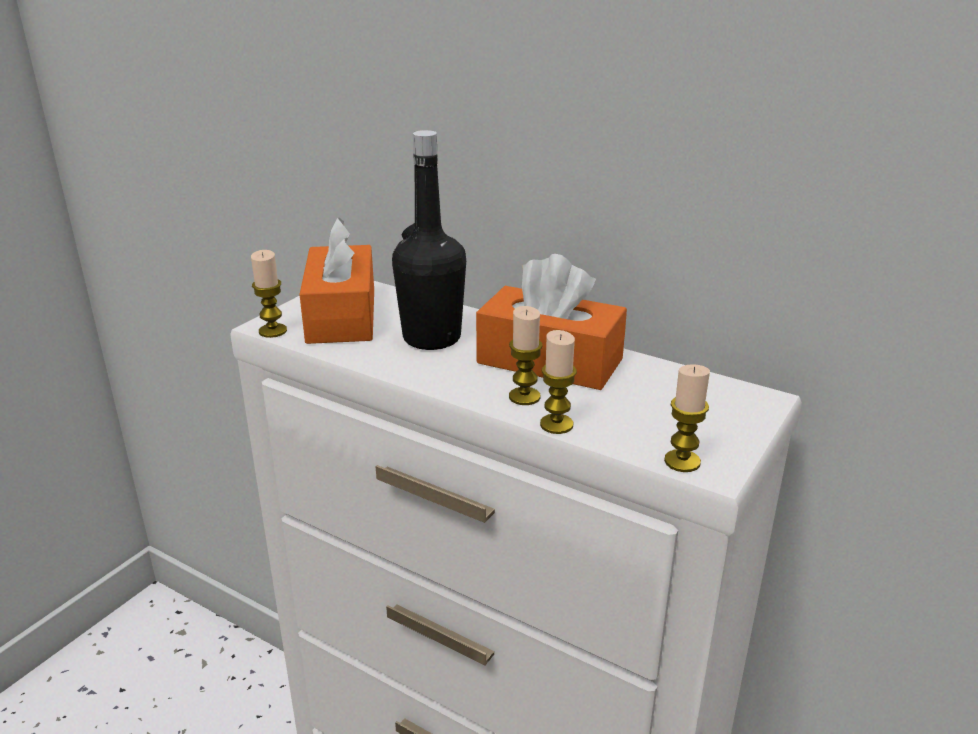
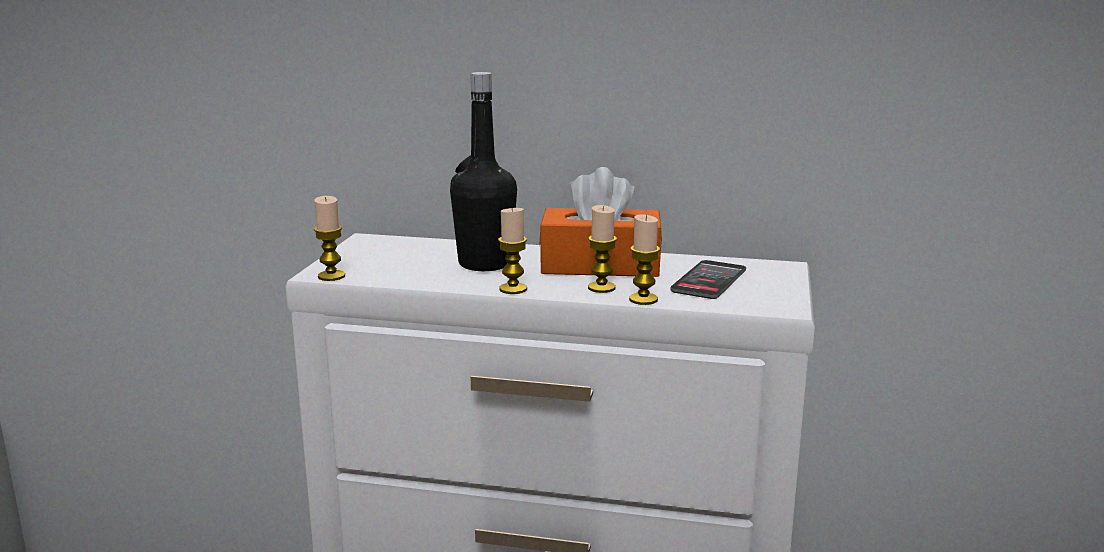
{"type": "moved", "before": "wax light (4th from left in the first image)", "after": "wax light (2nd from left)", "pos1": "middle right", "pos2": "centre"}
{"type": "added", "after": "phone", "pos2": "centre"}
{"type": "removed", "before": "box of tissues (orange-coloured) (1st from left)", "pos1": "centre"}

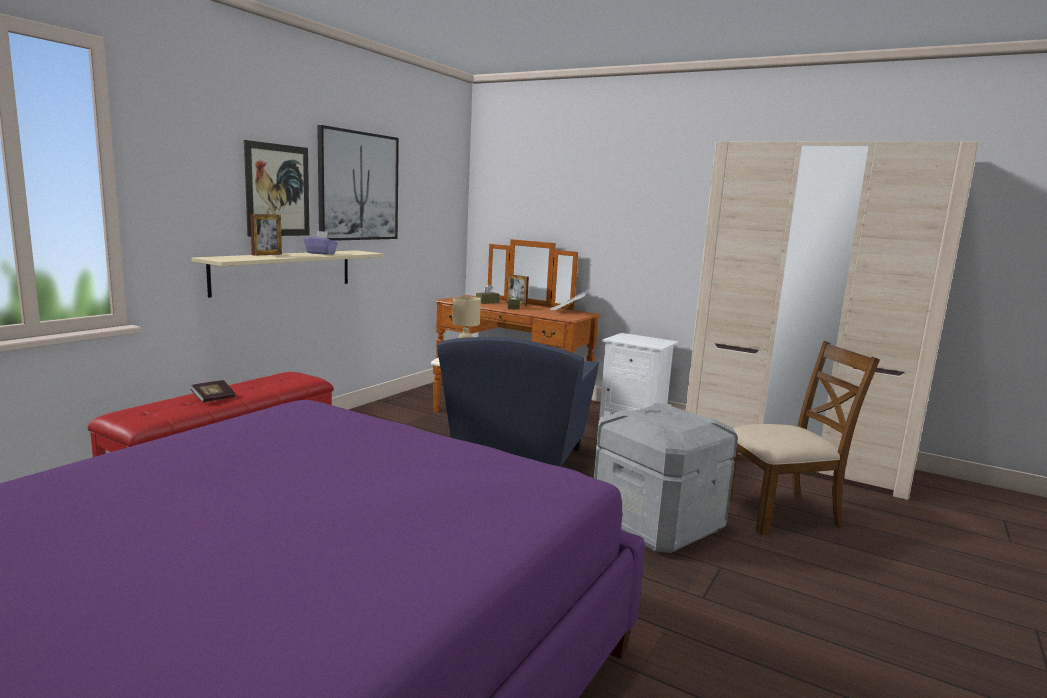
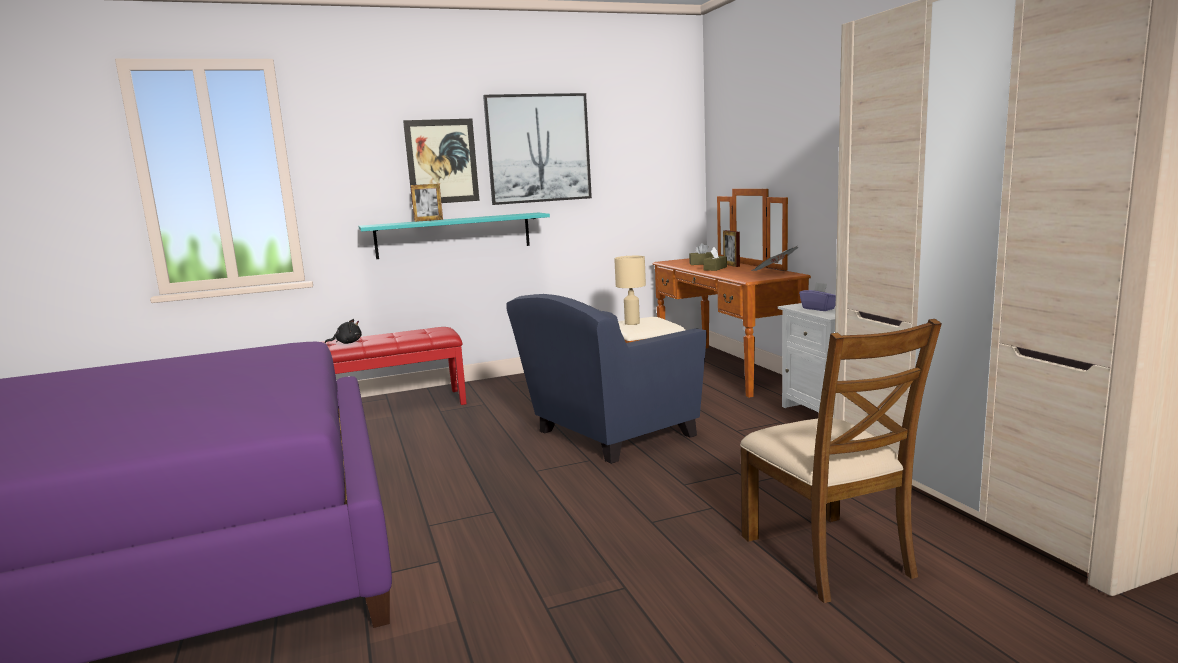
{"type": "replaced", "before": "bound book", "after": "plush toy (black-coloured)", "pos1": "middle left", "pos2": "middle left"}
{"type": "recoloured", "before": "shelf (sand-coloured)", "after": "shelf (turquoise-coloured)", "pos1": "middle left", "pos2": "centre"}
{"type": "turned", "before": "chair (brown-coloured)", "pos1": "middle right", "pos2": "bottom right", "turn": 45}
{"type": "moved", "before": "box of tissues (purplish)", "pos1": "middle left", "pos2": "middle right"}
{"type": "removed", "before": "storage container (grey)", "pos1": "bottom centre"}

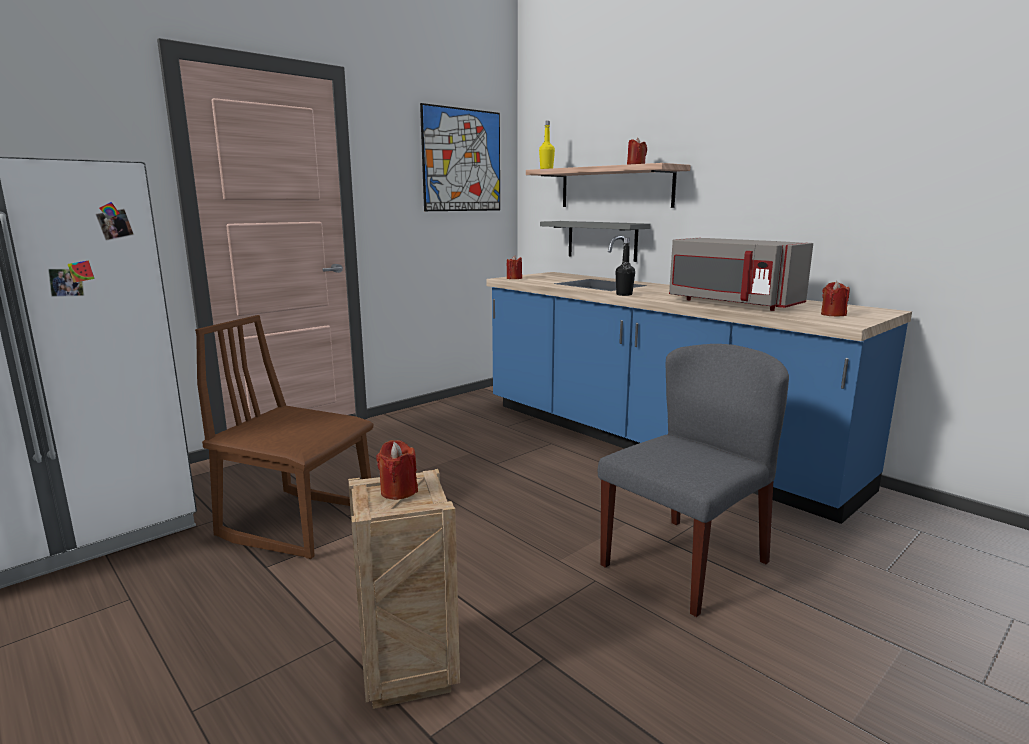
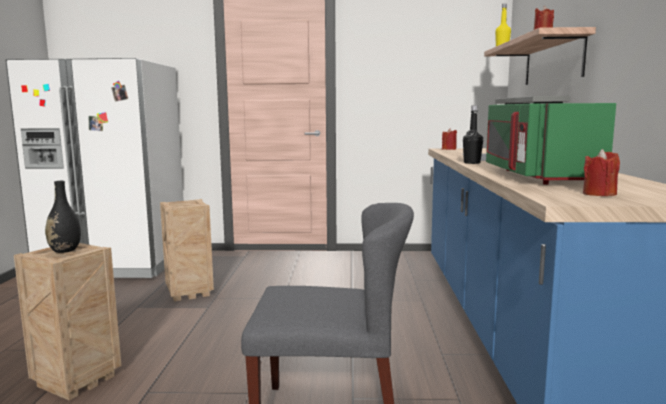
{"type": "replaced", "before": "wax light (reddish) (1st from left)", "after": "decorative vase (black-coloured)", "pos1": "centre", "pos2": "middle left"}
{"type": "replaced", "before": "chair (brown-coloured)", "after": "shipping crate (2nd from left)", "pos1": "middle left", "pos2": "middle left"}
{"type": "recoloured", "before": "microwave (grey)", "after": "microwave (green-coloured)", "pos1": "middle right", "pos2": "middle right"}
{"type": "removed", "before": "wall picture", "pos1": "top centre"}

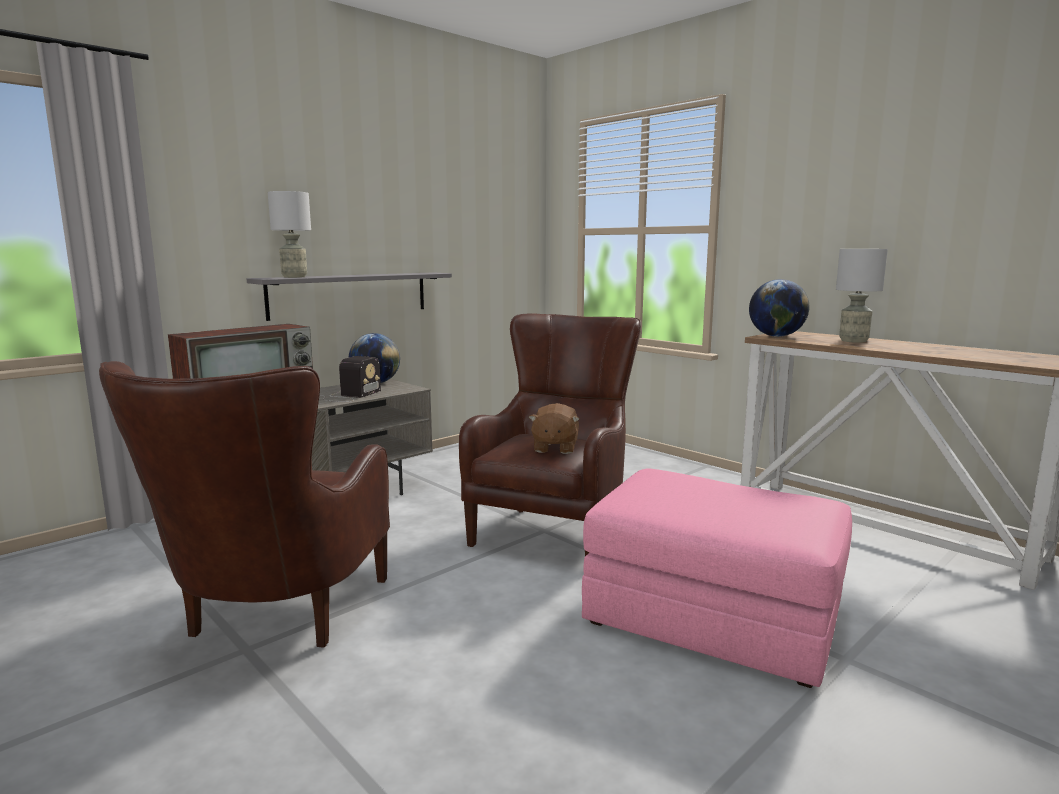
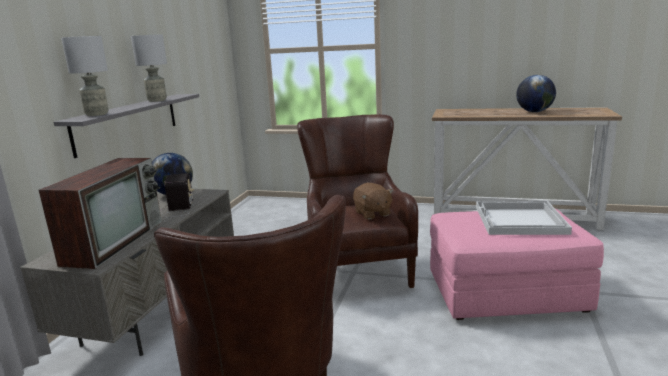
{"type": "moved", "before": "tabletop lamp (grey) (2nd from left)", "pos1": "middle right", "pos2": "top left"}
{"type": "added", "after": "tray (white)", "pos2": "middle right"}
{"type": "moved", "before": "globe (2nd from left)", "pos1": "middle right", "pos2": "top right"}

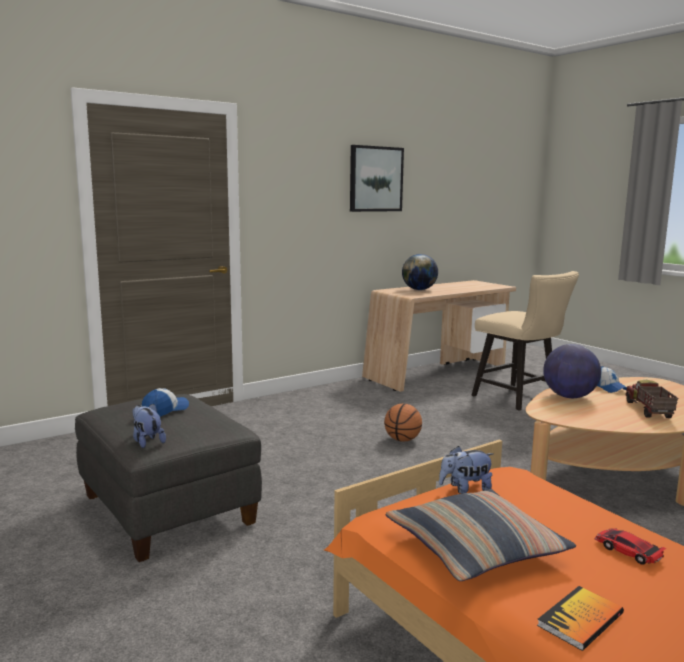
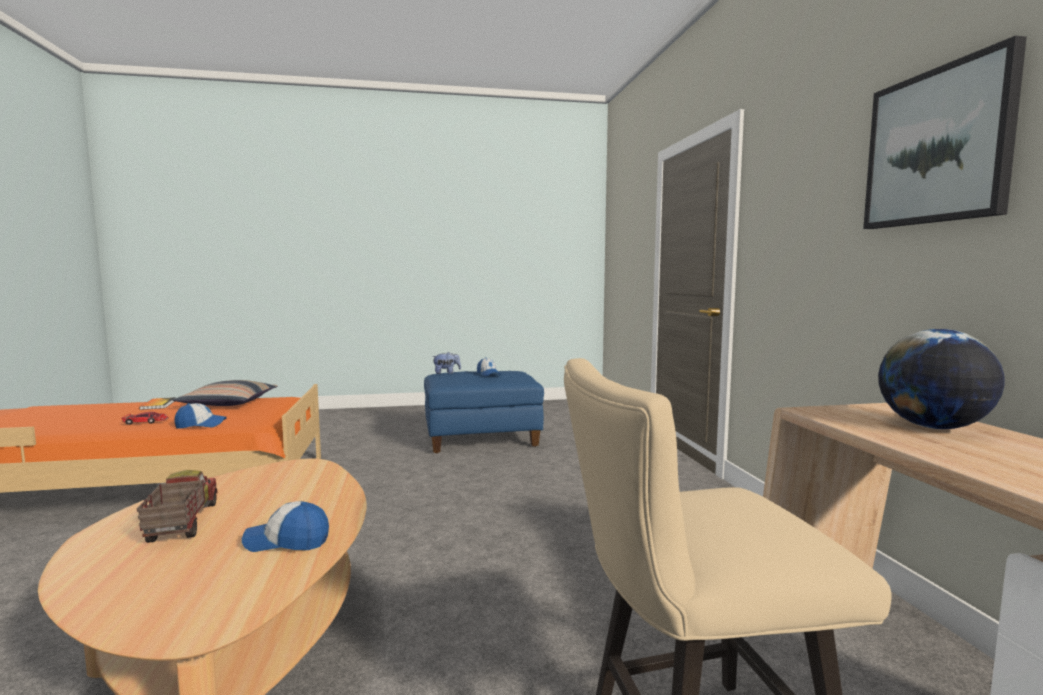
{"type": "turned", "before": "toy truck", "pos1": "middle right", "pos2": "bottom left", "turn": -135}
{"type": "added", "after": "peaked cap (1st from left)", "pos2": "middle left"}
{"type": "recoloured", "before": "ottoman (grey)", "after": "ottoman (blue)", "pos1": "bottom left", "pos2": "centre"}
{"type": "removed", "before": "basketball", "pos1": "centre"}
{"type": "removed", "before": "plush toy (2nd from left)", "pos1": "bottom right"}
{"type": "removed", "before": "globe (2nd from left)", "pos1": "middle right"}

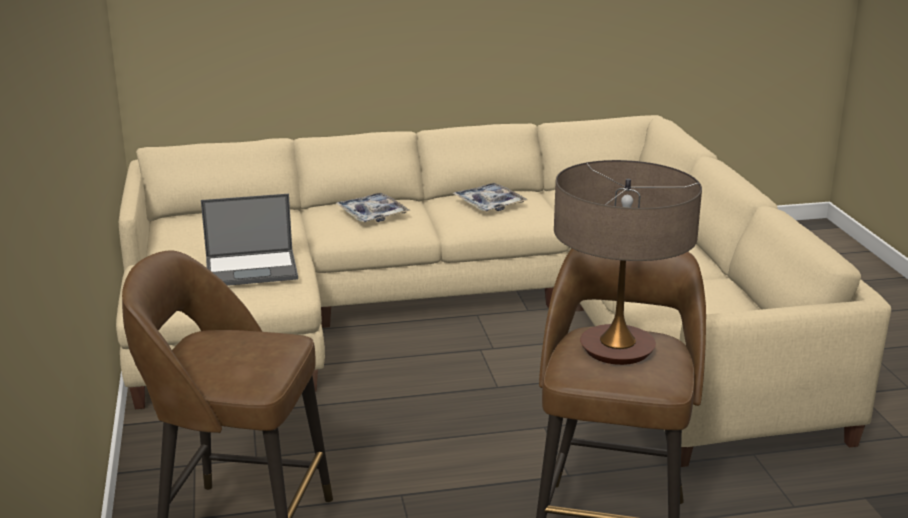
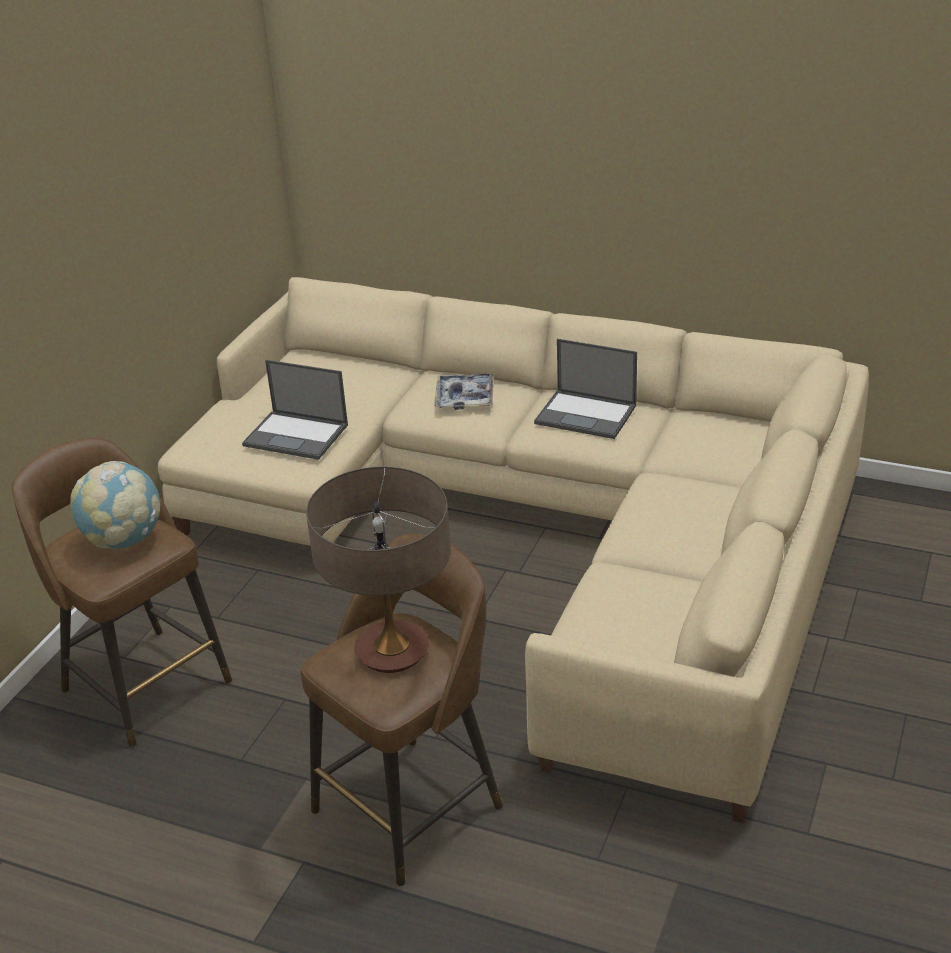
{"type": "added", "after": "globe", "pos2": "middle left"}
{"type": "replaced", "before": "tray (2nd from left)", "after": "portable computer (2nd from left)", "pos1": "centre", "pos2": "centre"}

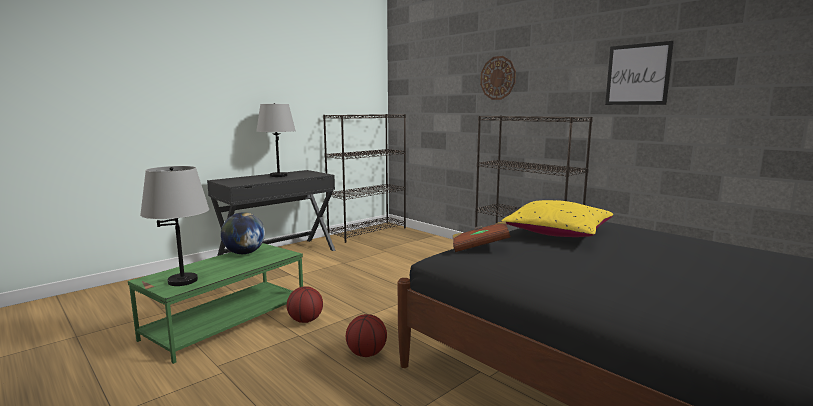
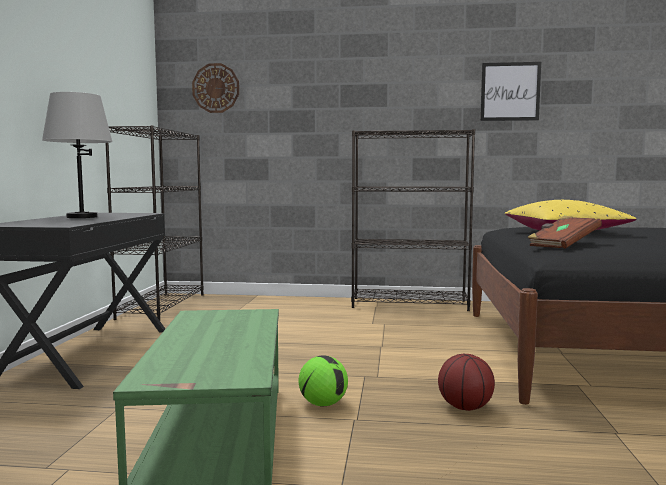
{"type": "moved", "before": "clock on the wall", "pos1": "top centre", "pos2": "top left"}
{"type": "replaced", "before": "basketball (1st from left)", "after": "ball for football", "pos1": "bottom centre", "pos2": "bottom centre"}
{"type": "removed", "before": "tabletop lamp (grey) (1st from left)", "pos1": "middle left"}
{"type": "removed", "before": "globe", "pos1": "middle left"}

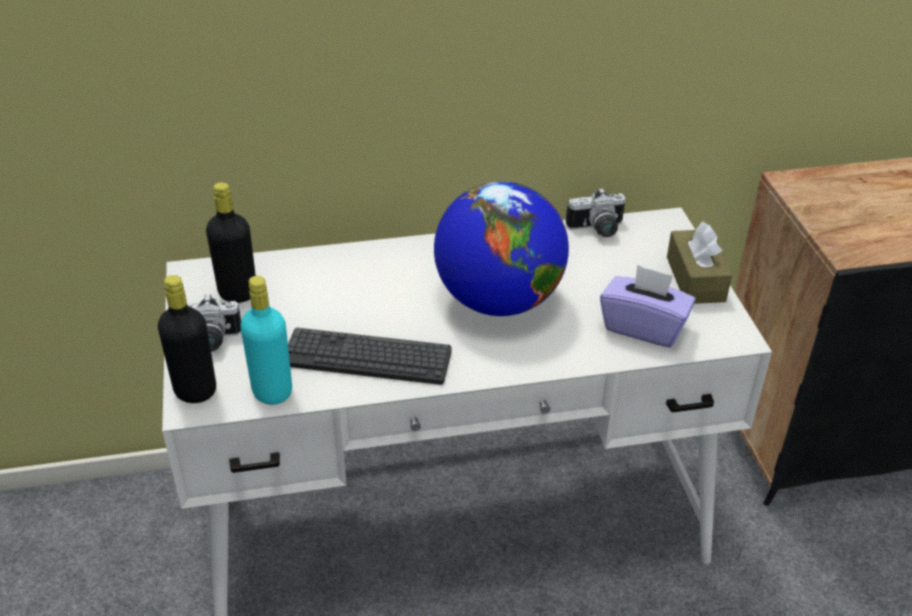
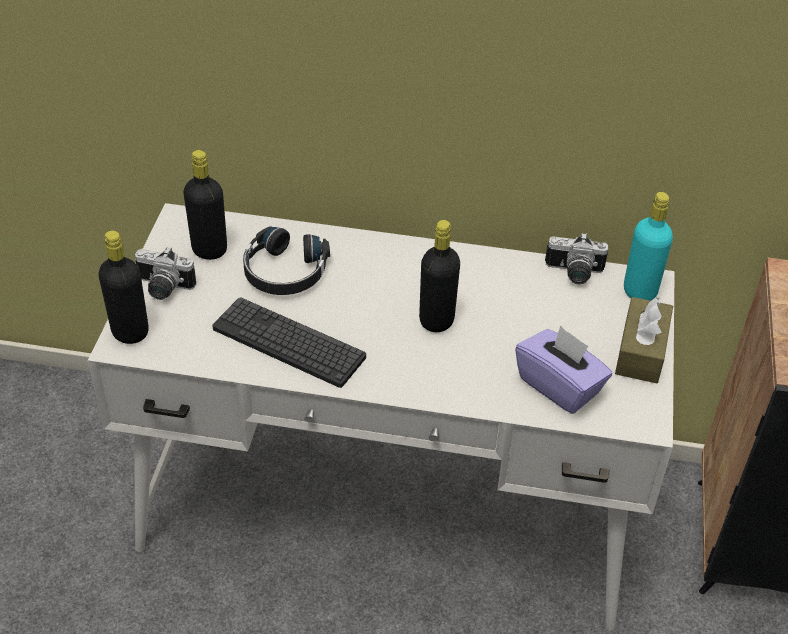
{"type": "added", "after": "headset (black-coloured)", "pos2": "centre"}
{"type": "replaced", "before": "globe", "after": "beverage bottle (black-coloured) (3rd from left)", "pos1": "centre", "pos2": "centre"}
{"type": "moved", "before": "beverage bottle (turquoise-coloured)", "pos1": "middle left", "pos2": "middle right"}

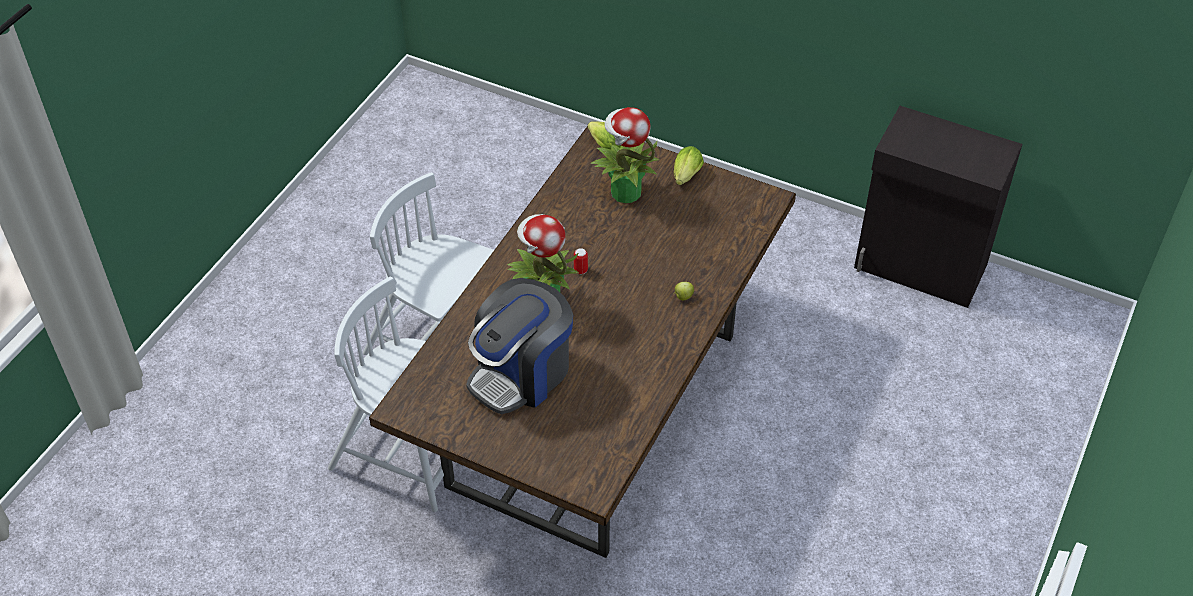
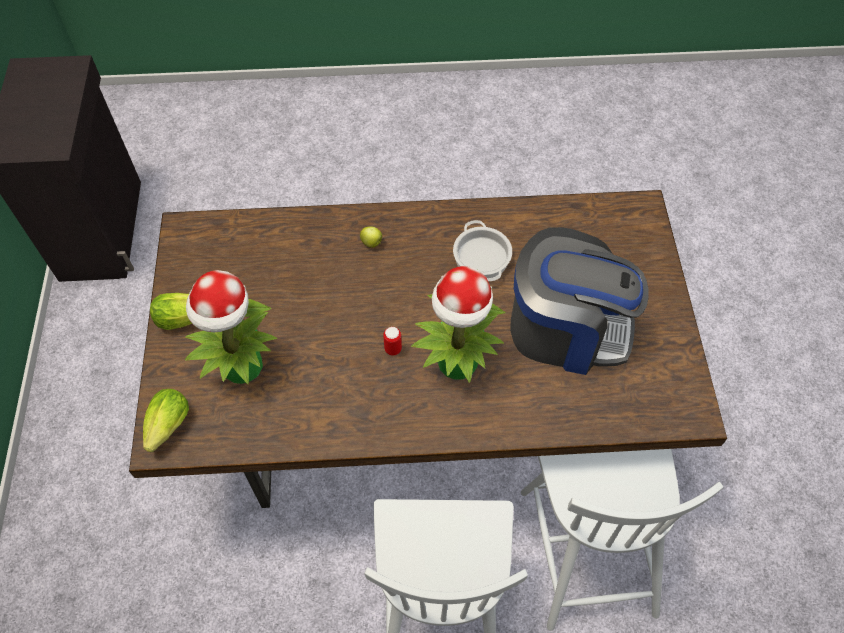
{"type": "added", "after": "saucepot", "pos2": "centre"}

